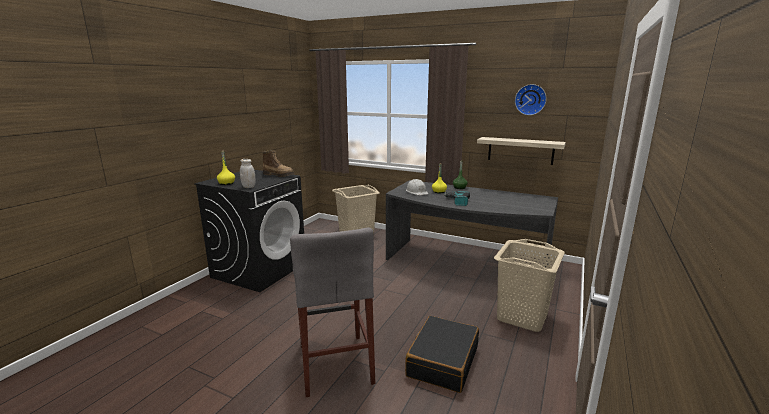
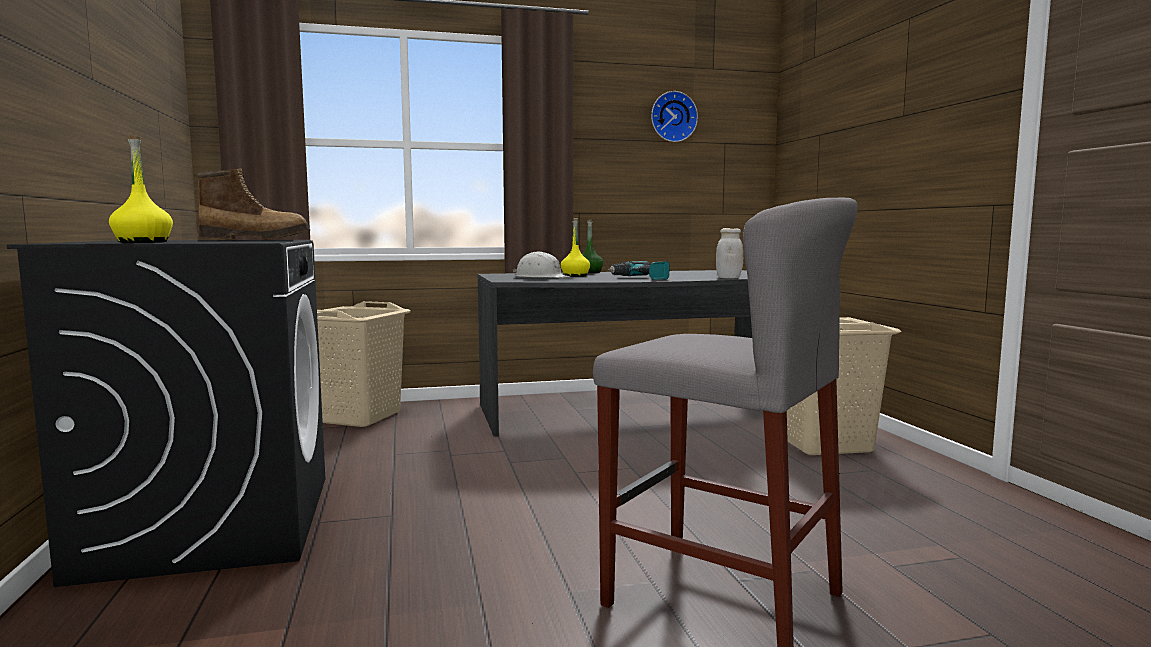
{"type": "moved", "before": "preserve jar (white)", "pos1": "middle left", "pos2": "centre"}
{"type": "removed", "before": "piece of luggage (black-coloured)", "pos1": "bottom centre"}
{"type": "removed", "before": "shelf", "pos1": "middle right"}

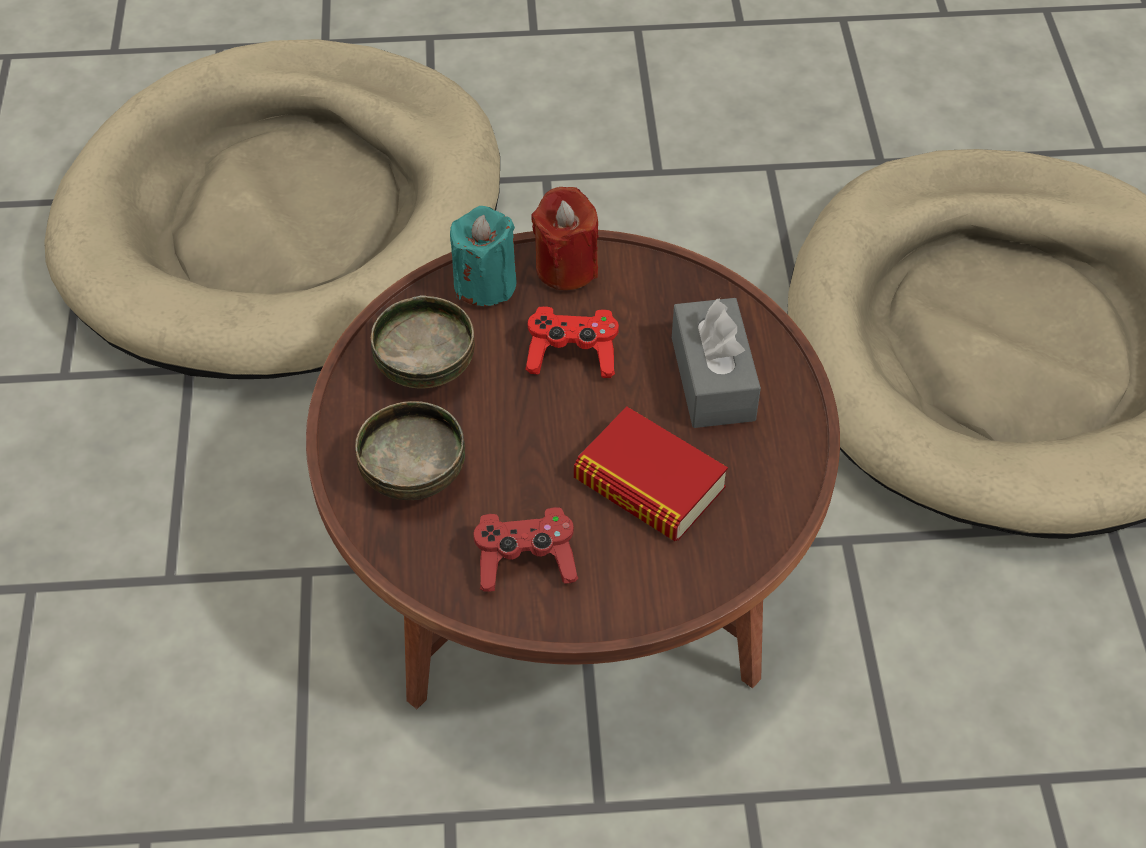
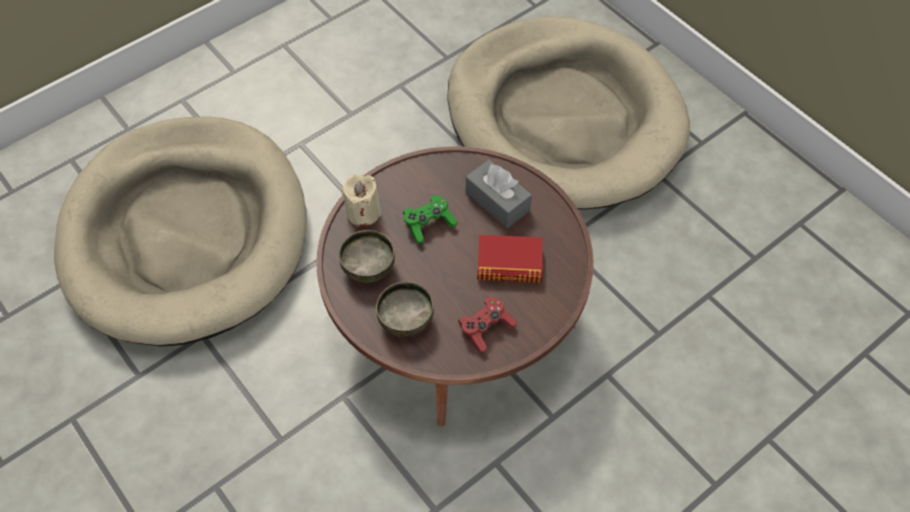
{"type": "recoloured", "before": "wax light (turquoise-coloured)", "after": "wax light (sand-coloured)", "pos1": "top centre", "pos2": "centre"}
{"type": "recoloured", "before": "game controller (reddish) (2nd from left)", "after": "game controller (green-coloured)", "pos1": "centre", "pos2": "centre"}
{"type": "removed", "before": "wax light (reddish)", "pos1": "top centre"}

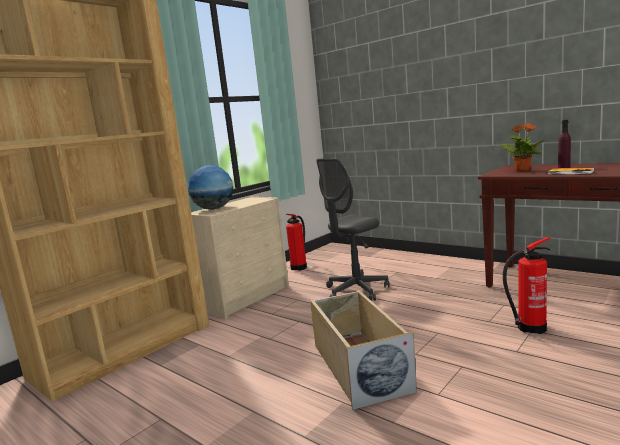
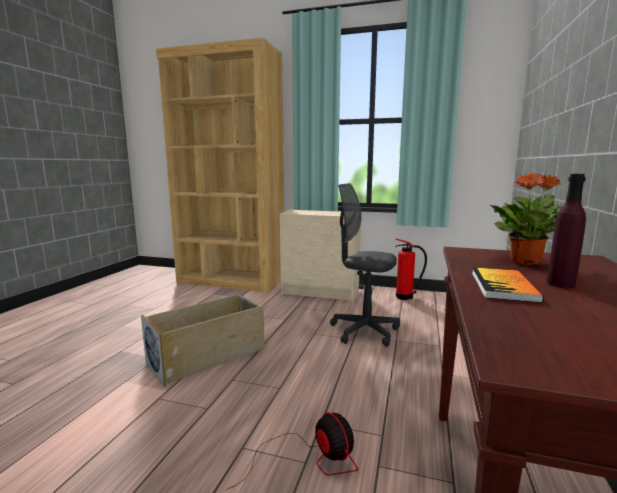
{"type": "replaced", "before": "fire-fighting cylinder (2nd from left)", "after": "cooling fan", "pos1": "middle right", "pos2": "bottom centre"}
{"type": "removed", "before": "globe", "pos1": "centre"}

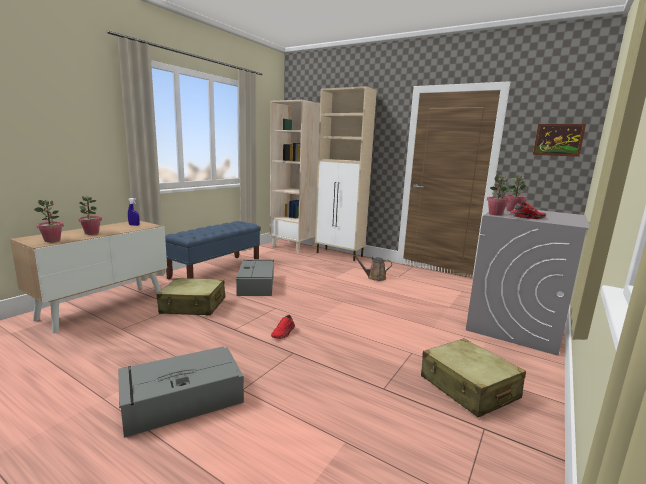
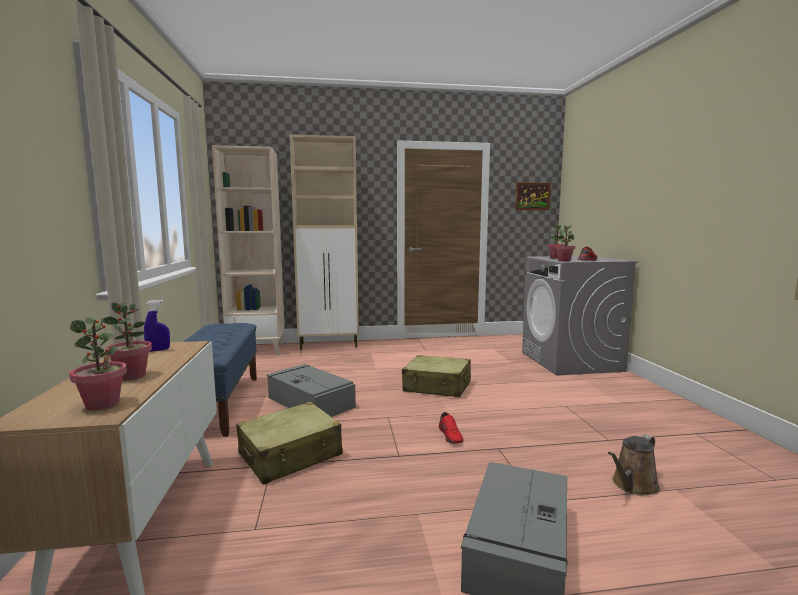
{"type": "moved", "before": "piece of luggage (sand-coloured) (2nd from left)", "pos1": "bottom right", "pos2": "centre"}
{"type": "moved", "before": "watering can (brown-coloured)", "pos1": "centre", "pos2": "bottom right"}

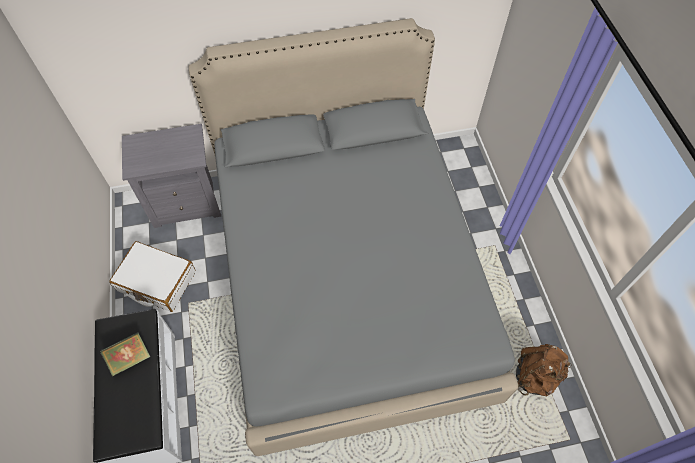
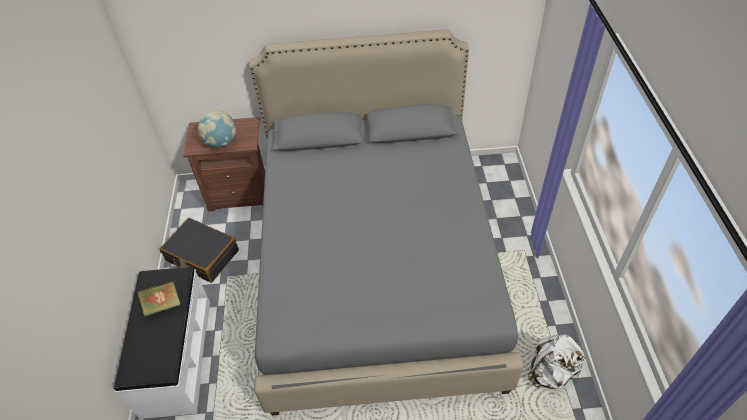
{"type": "recoloured", "before": "piece of luggage (white)", "after": "piece of luggage (black-coloured)", "pos1": "middle left", "pos2": "middle left"}
{"type": "recoloured", "before": "bedside table (grey)", "after": "bedside table (brown-coloured)", "pos1": "middle left", "pos2": "middle left"}
{"type": "added", "after": "globe", "pos2": "top left"}
{"type": "recoloured", "before": "knapsack (brown-coloured)", "after": "knapsack (white)", "pos1": "bottom right", "pos2": "bottom right"}

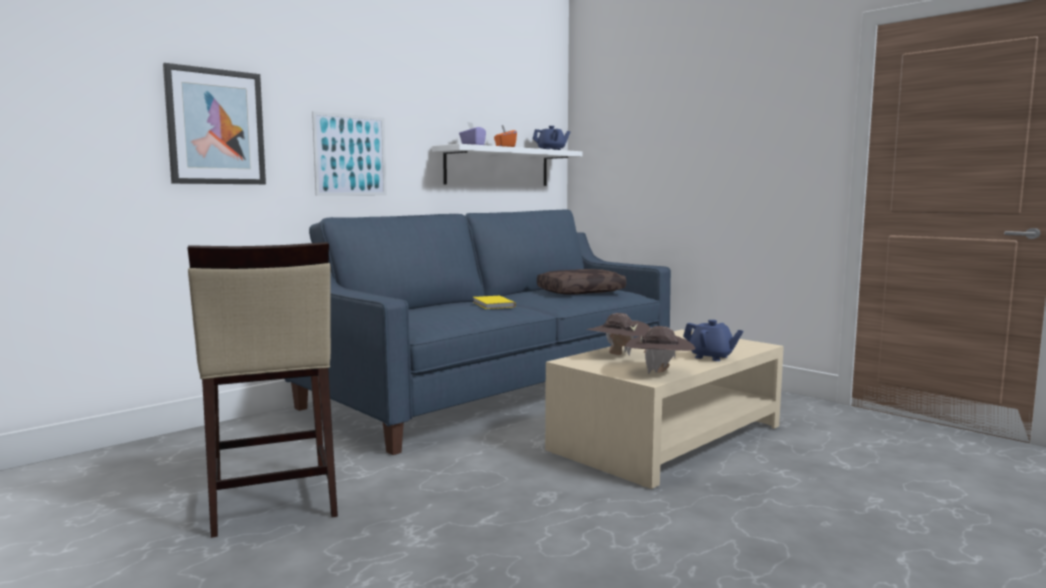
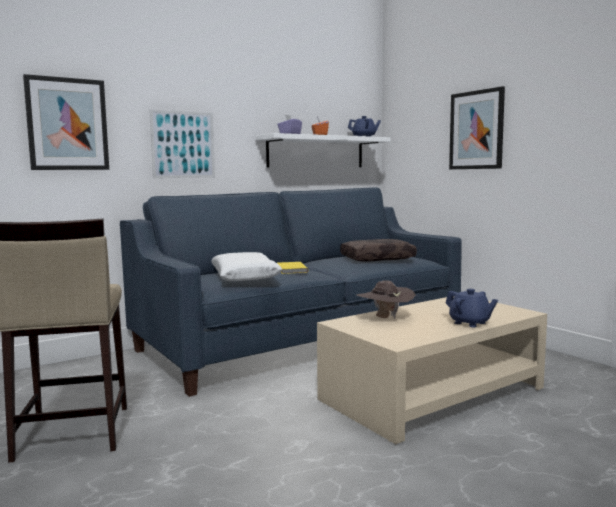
{"type": "added", "after": "pillow (white)", "pos2": "centre"}
{"type": "added", "after": "wall picture (3rd from left)", "pos2": "top right"}
{"type": "removed", "before": "wearable hat (brown-coloured) (2nd from left)", "pos1": "centre"}

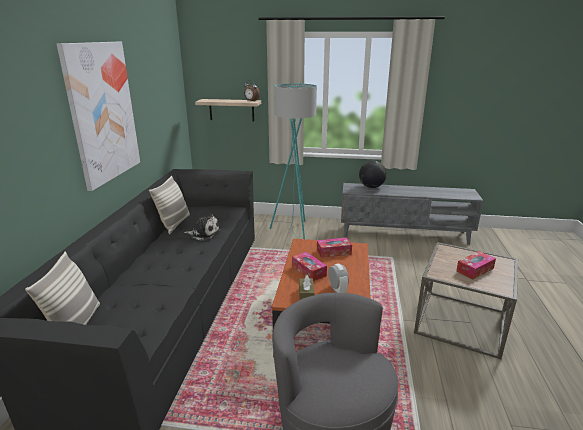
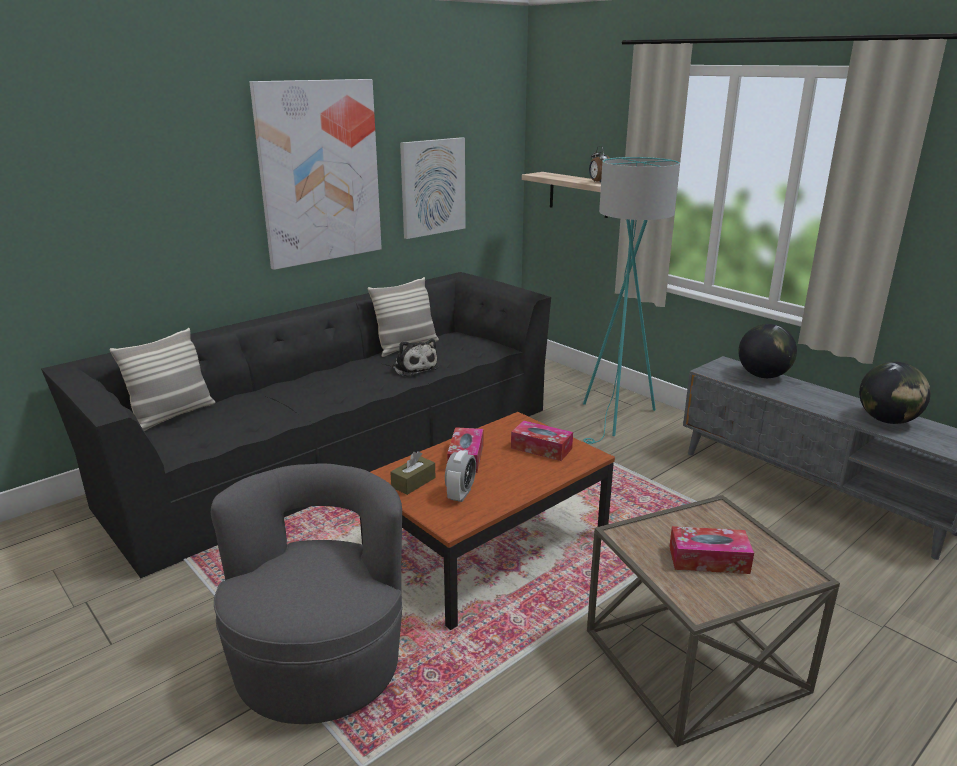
{"type": "added", "after": "wall picture (2nd from left)", "pos2": "top centre"}
{"type": "added", "after": "globe (2nd from left)", "pos2": "middle right"}

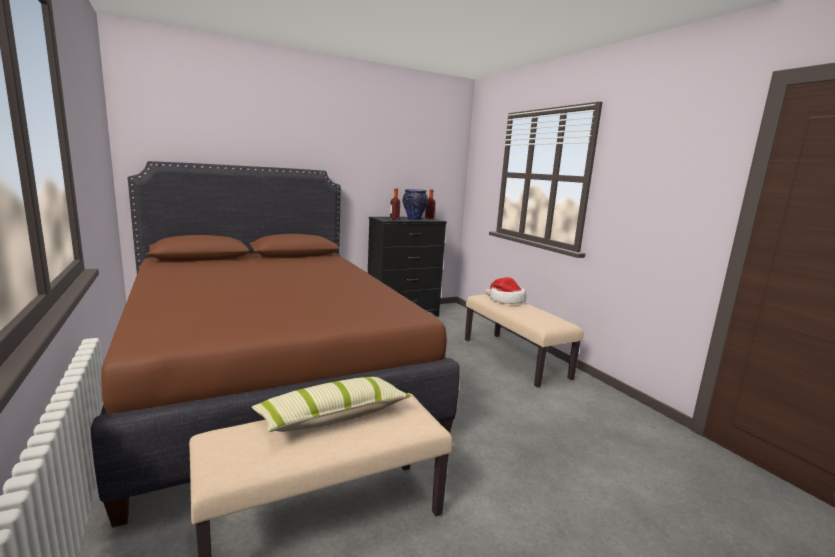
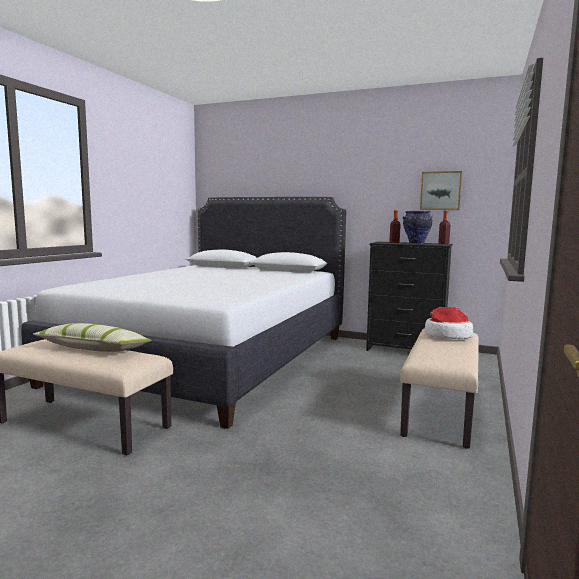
{"type": "recoloured", "before": "sleeping bed (brown-coloured)", "after": "sleeping bed (white)", "pos1": "middle left", "pos2": "middle left"}
{"type": "added", "after": "wall picture", "pos2": "top right"}

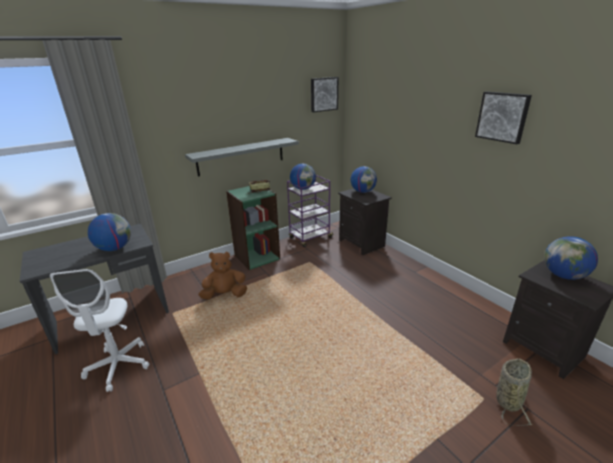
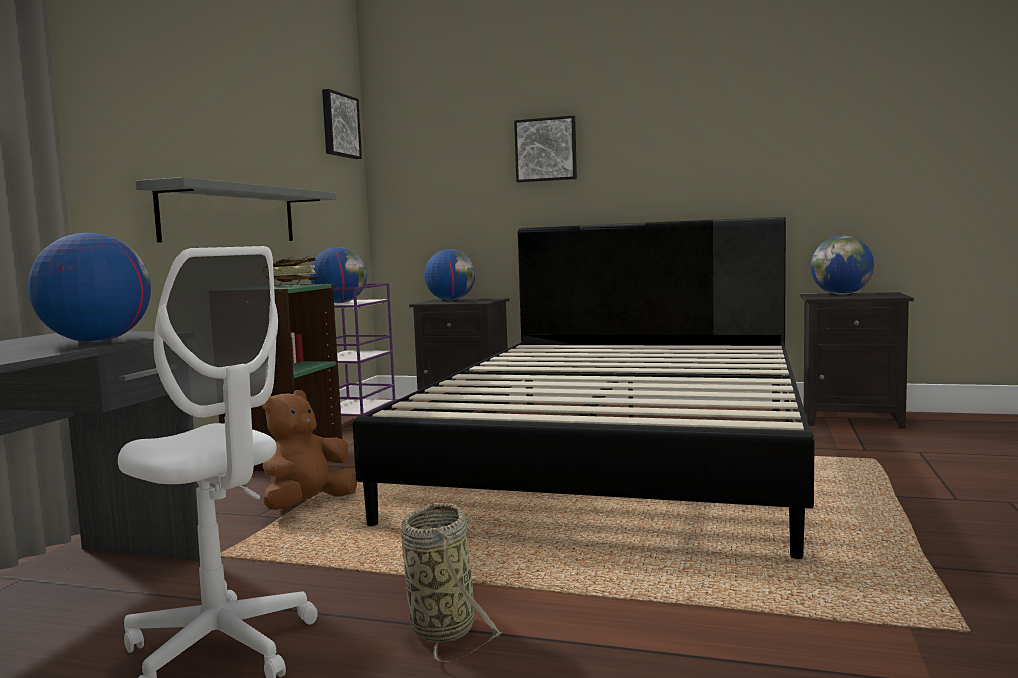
{"type": "added", "after": "sleeping bed (black-coloured)", "pos2": "centre"}
{"type": "moved", "before": "household basket", "pos1": "bottom right", "pos2": "bottom centre"}
{"type": "moved", "before": "wall picture (2nd from left)", "pos1": "top right", "pos2": "top centre"}

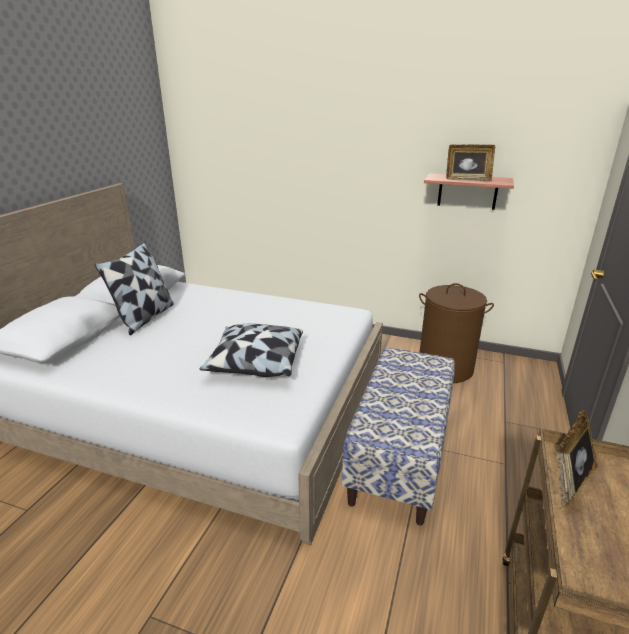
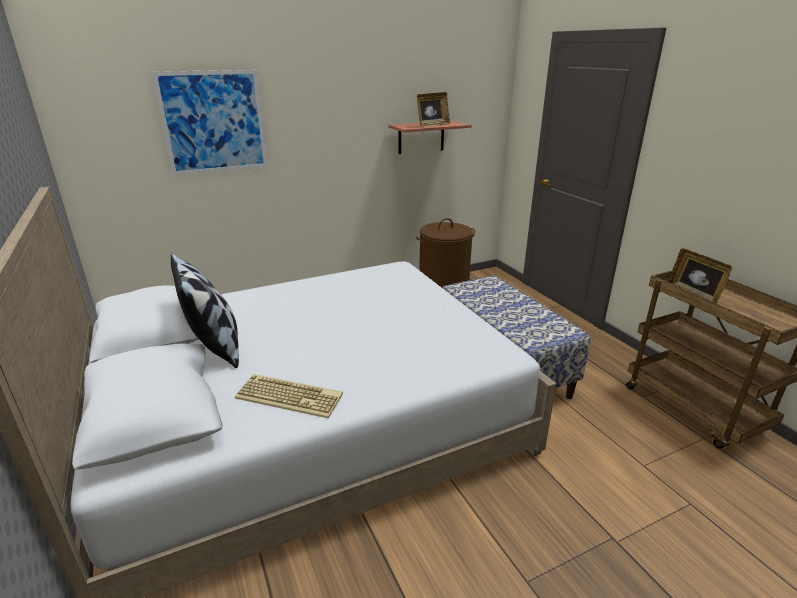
{"type": "added", "after": "wall picture", "pos2": "top left"}
{"type": "added", "after": "computer keyboard", "pos2": "centre"}
{"type": "removed", "before": "pillow (2nd from left)", "pos1": "centre"}

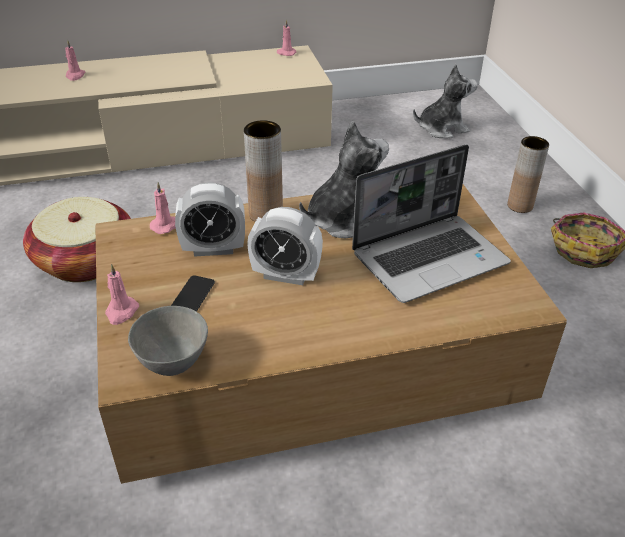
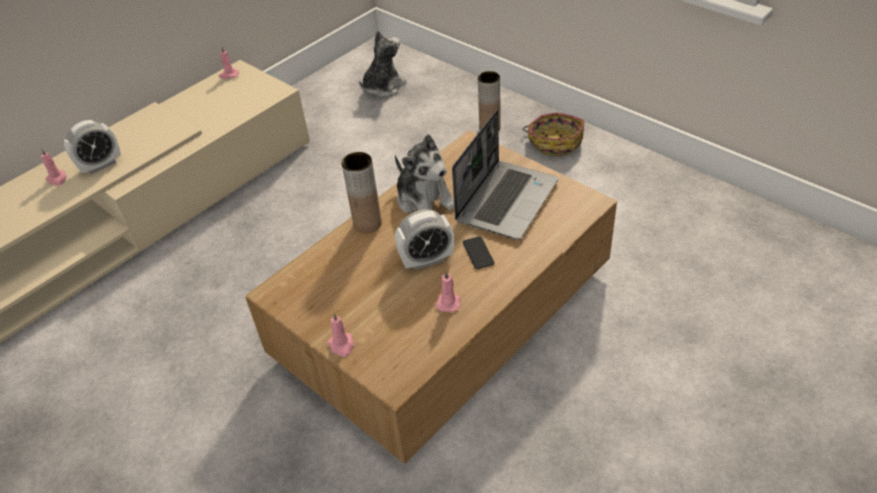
{"type": "moved", "before": "bedside clock (1st from left)", "pos1": "centre", "pos2": "top left"}
{"type": "turned", "before": "plush toy (1st from left in the first image)", "pos1": "centre", "pos2": "centre", "turn": 120}
{"type": "moved", "before": "wax light (pinkish) (3rd from left in the first image)", "after": "wax light (pinkish) (4th from left)", "pos1": "middle left", "pos2": "centre"}
{"type": "moved", "before": "phone", "pos1": "middle left", "pos2": "centre"}
{"type": "removed", "before": "household basket (1st from left)", "pos1": "middle left"}
{"type": "removed", "before": "serving bowl (grey)", "pos1": "middle left"}

